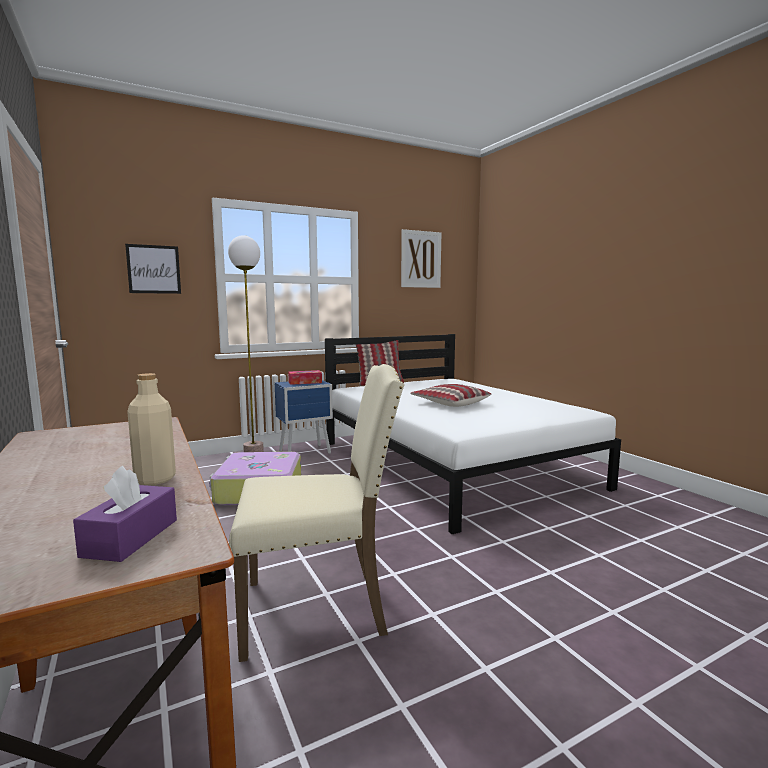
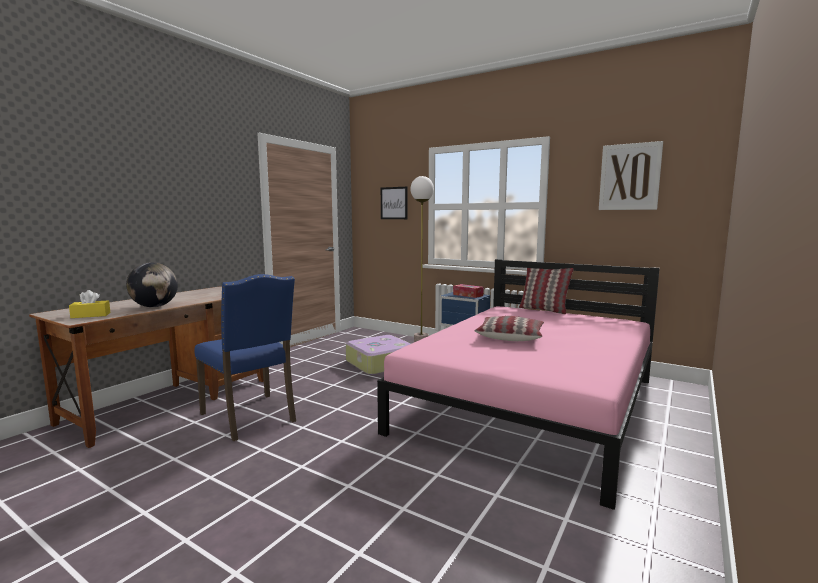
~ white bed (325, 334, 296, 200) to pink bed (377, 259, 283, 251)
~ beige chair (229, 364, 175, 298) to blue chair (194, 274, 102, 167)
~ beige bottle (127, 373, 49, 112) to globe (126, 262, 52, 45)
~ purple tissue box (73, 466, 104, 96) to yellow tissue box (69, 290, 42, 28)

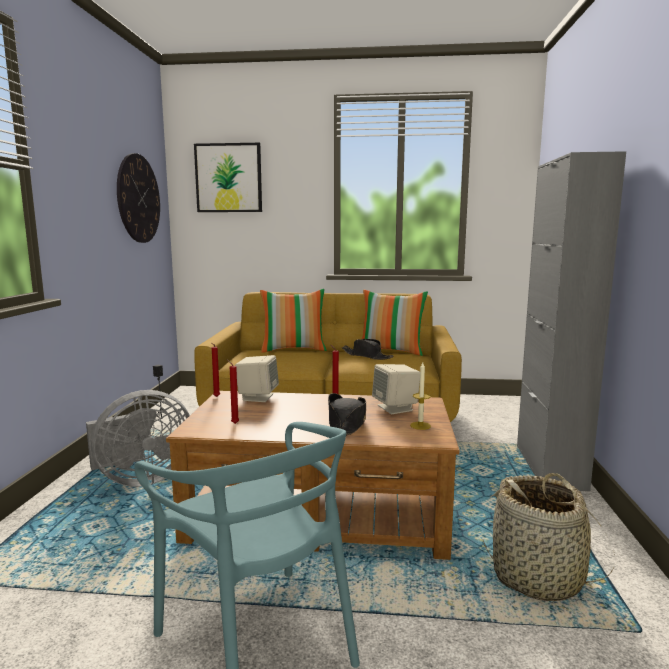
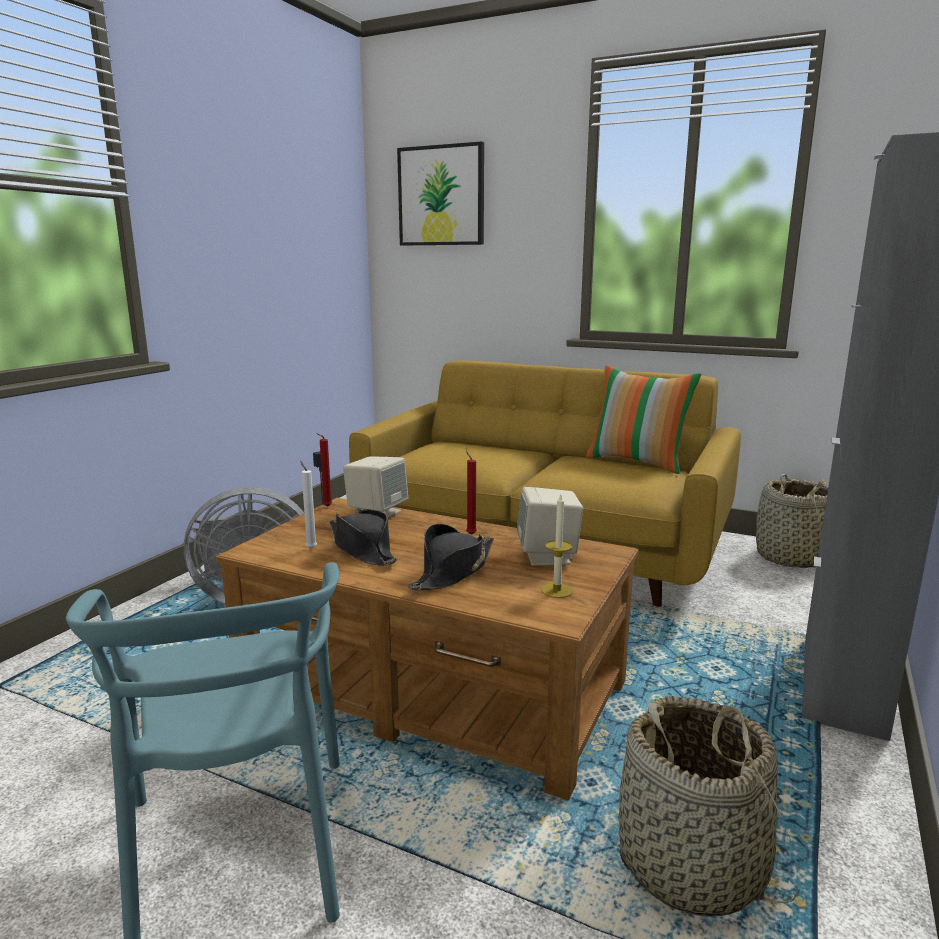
- wall clock (117, 153, 43, 90)
- pillow (260, 289, 66, 64)
~ black hat (342, 339, 51, 21) to (330, 509, 67, 57)
~ red candle (227, 359, 12, 65) to white candle (300, 461, 17, 88)
+ basket (756, 474, 72, 94)

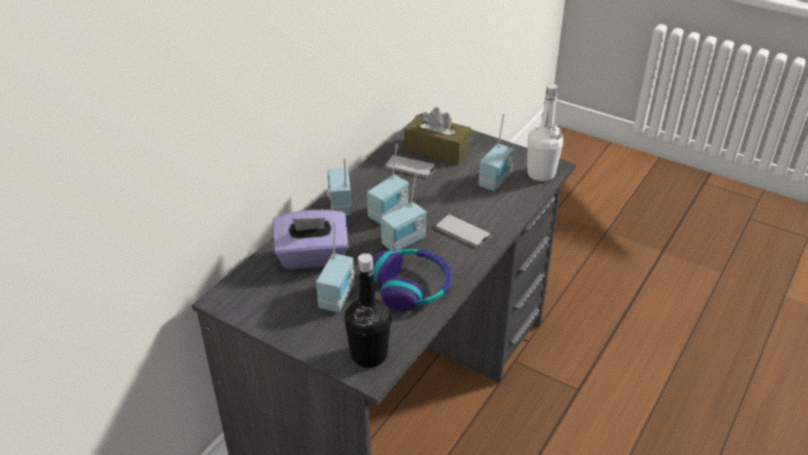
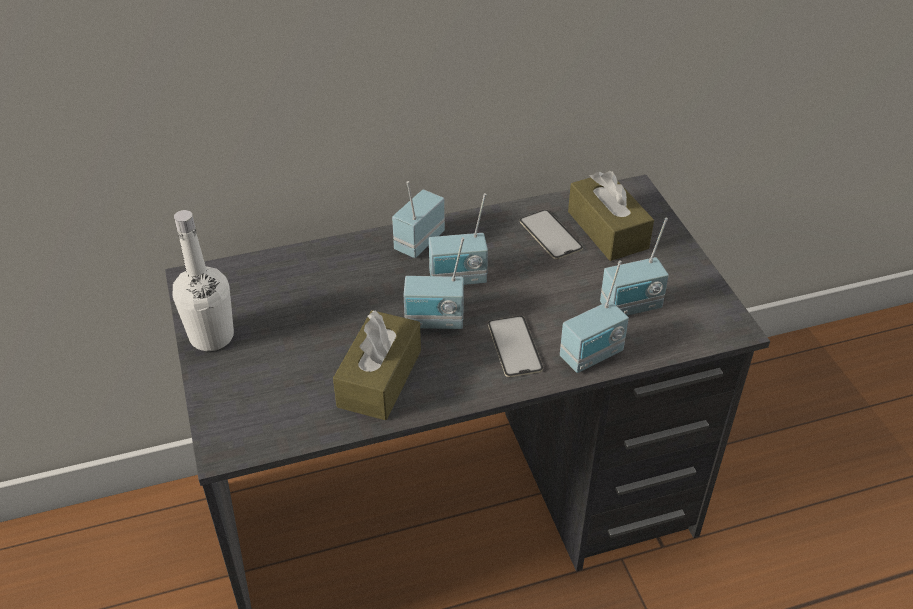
~ white bottle (527, 83, 36, 98) to (173, 210, 61, 141)
- purple tissue box (273, 210, 75, 59)
~ radio (316, 221, 39, 91) to (560, 260, 69, 113)
~ headphones (373, 249, 79, 62) to brown tissue box (333, 310, 88, 110)
- black bottle (345, 253, 46, 115)

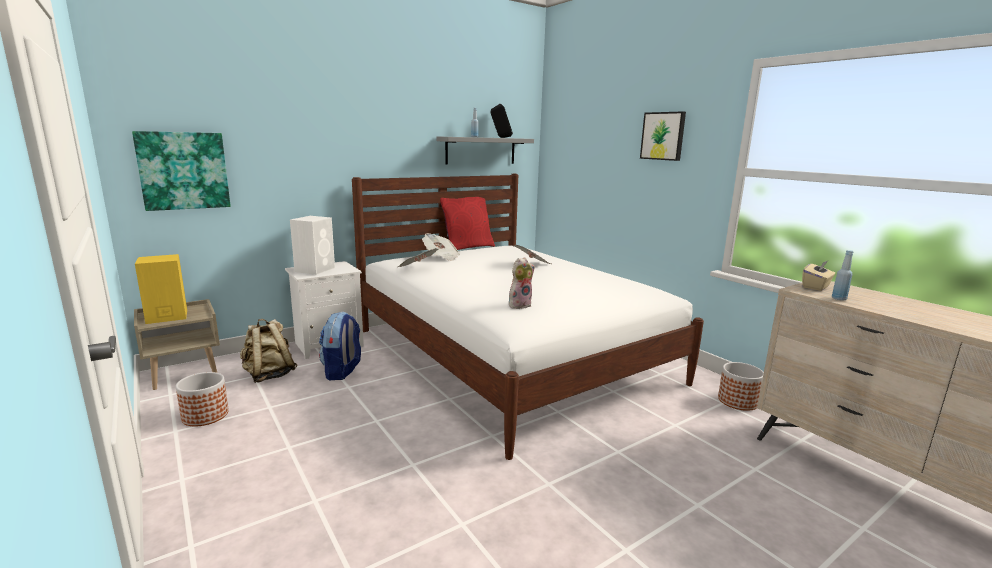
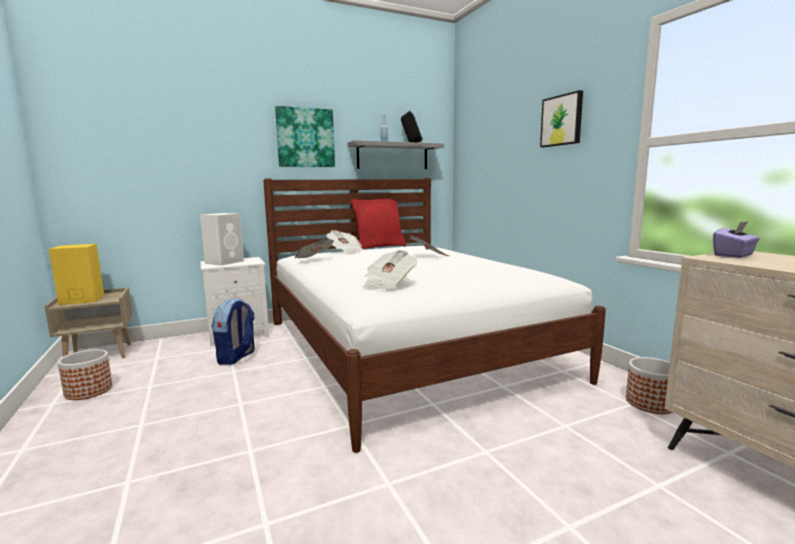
~ picture (132, 131, 99, 80) to (275, 106, 60, 61)
- blue bottle (832, 250, 21, 51)
~ plush toy (509, 257, 26, 53) to newspaper (362, 250, 55, 40)
~ beige tissue box (802, 260, 33, 31) to purple tissue box (713, 221, 47, 37)
- beige backpack (240, 319, 57, 64)

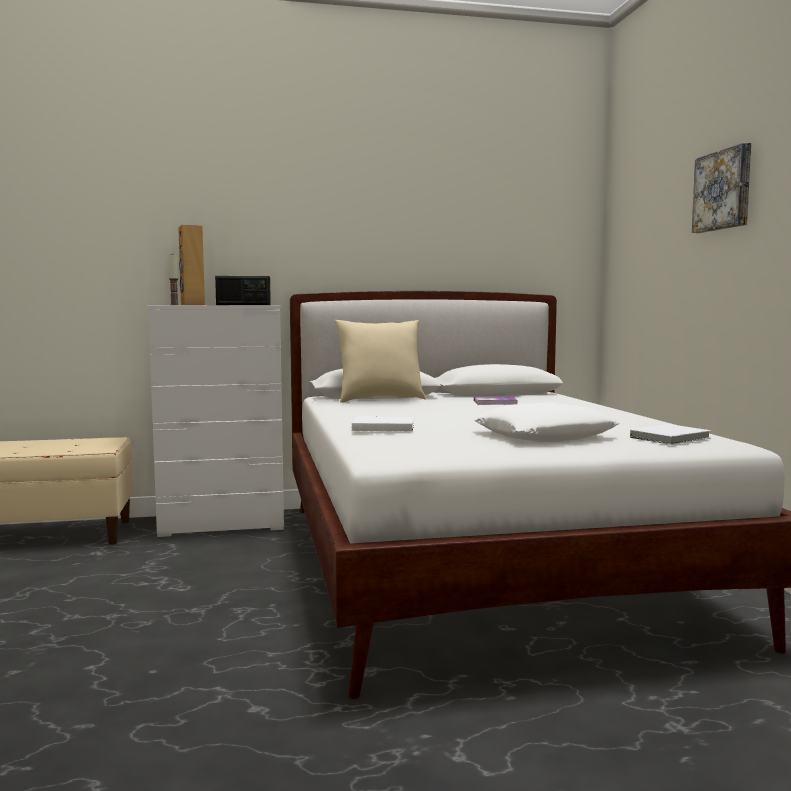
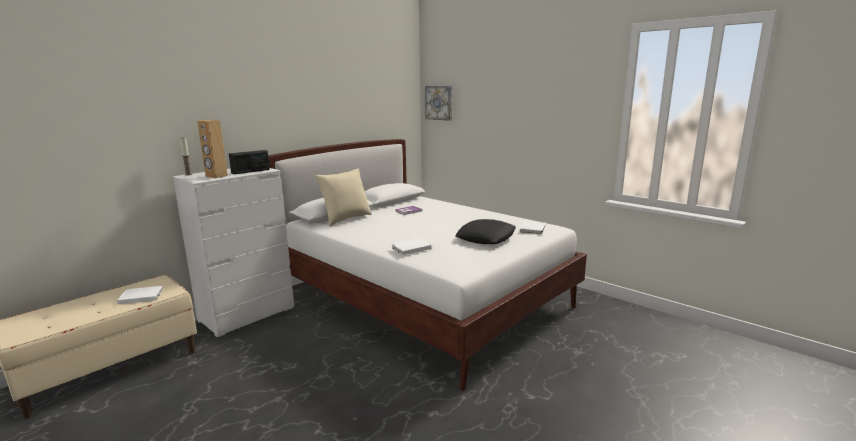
~ picture (692, 143, 59, 90) to (425, 86, 27, 35)
~ white pillow (473, 402, 146, 40) to black pillow (455, 219, 61, 25)
+ white book (117, 286, 47, 18)

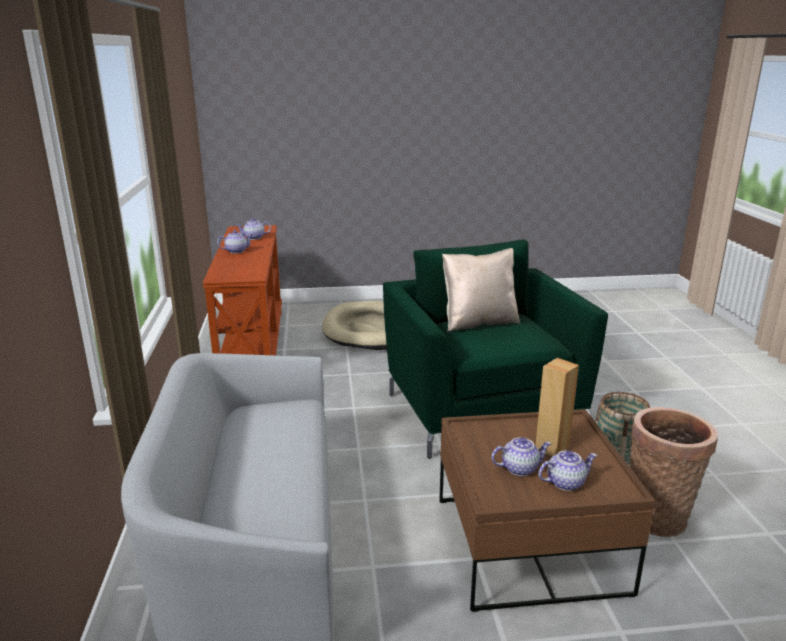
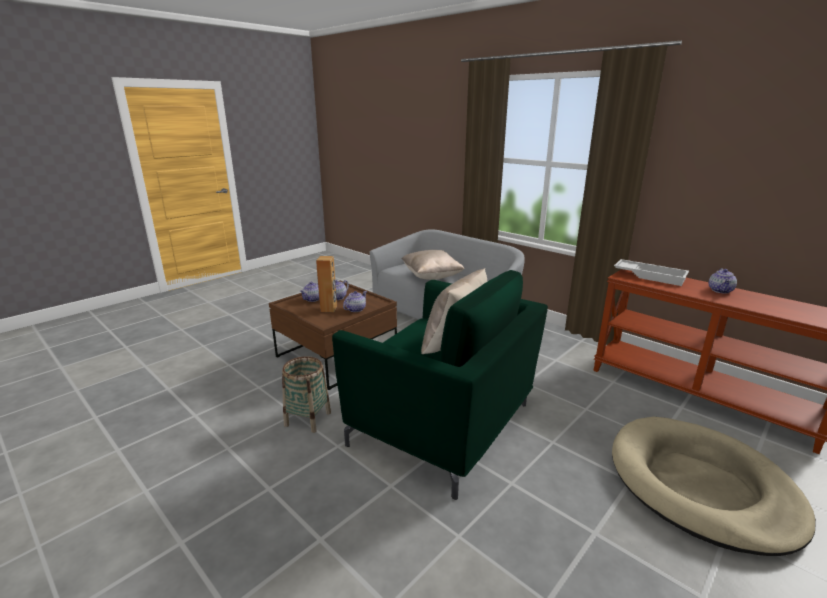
~ teapot (236, 218, 35, 22) to (343, 291, 24, 21)
- basket (629, 407, 89, 130)
+ beige pillow (402, 250, 62, 30)
+ white tray (614, 259, 75, 27)

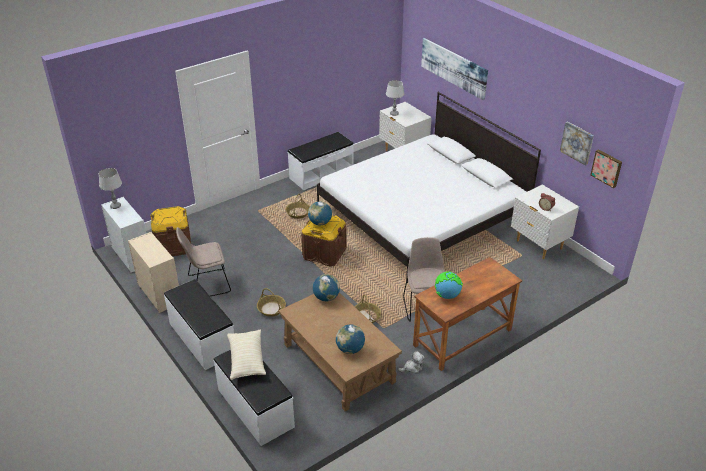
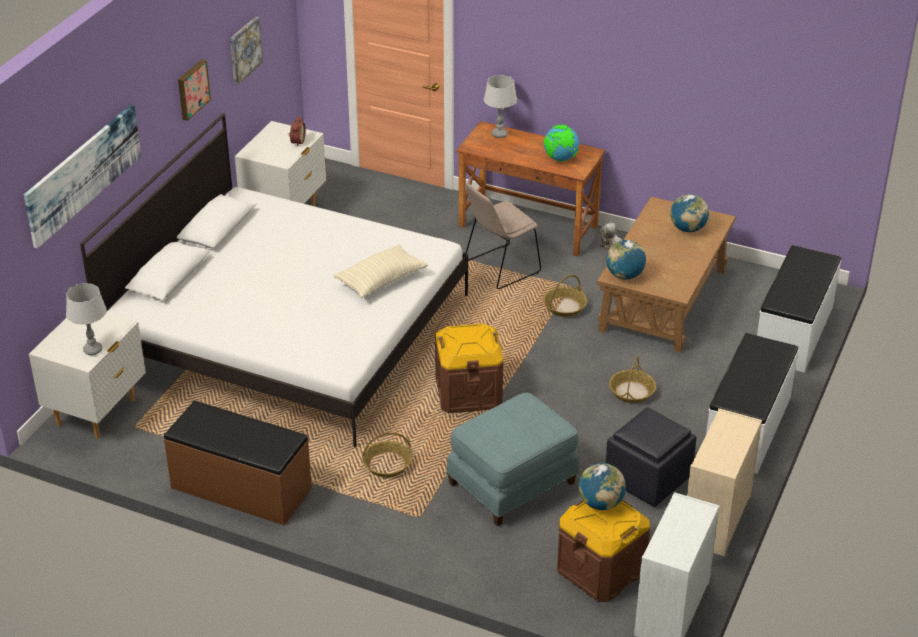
~ white bench (288, 132, 66, 58) to brown bench (164, 401, 148, 124)
~ picture (590, 149, 32, 39) to (178, 59, 33, 62)
~ grey table lamp (99, 168, 23, 41) to (484, 75, 33, 63)
~ globe (308, 202, 24, 23) to (579, 463, 47, 47)
~ beige chair (176, 227, 55, 69) to black ottoman (606, 407, 91, 100)
~ beige pillow (227, 330, 39, 50) to (333, 244, 95, 54)
+ blue ottoman (447, 392, 132, 134)

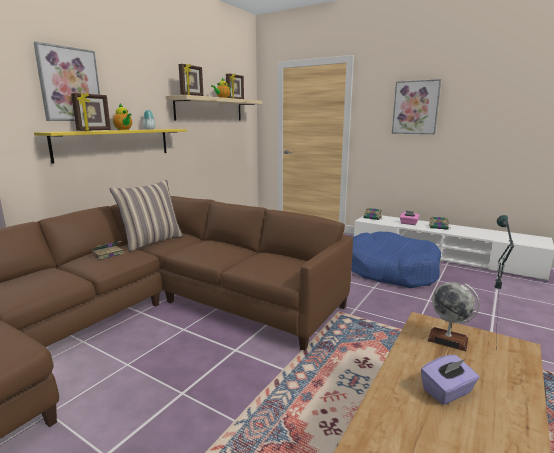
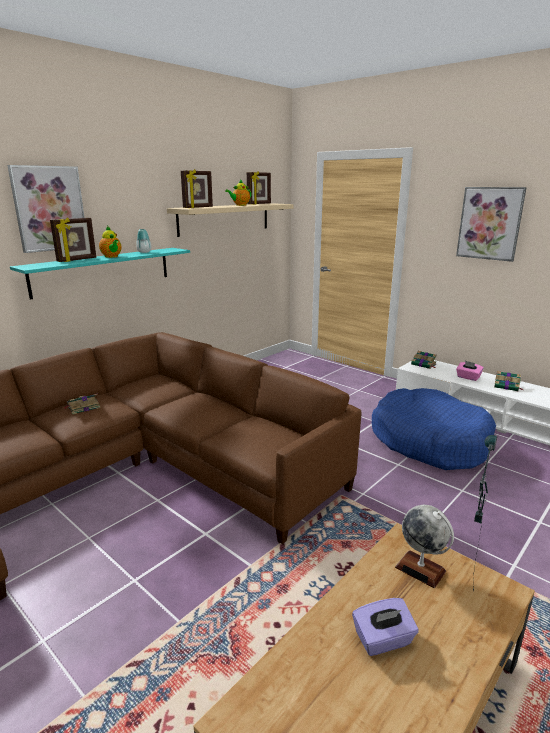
~ yellow shelf (34, 129, 153, 35) to turquoise shelf (10, 248, 180, 51)
- pillow (109, 180, 74, 72)

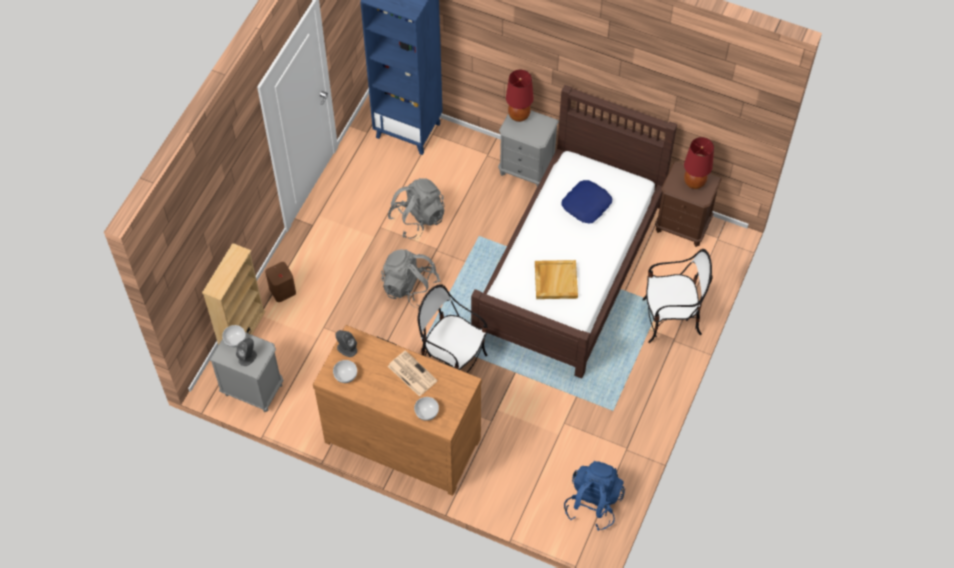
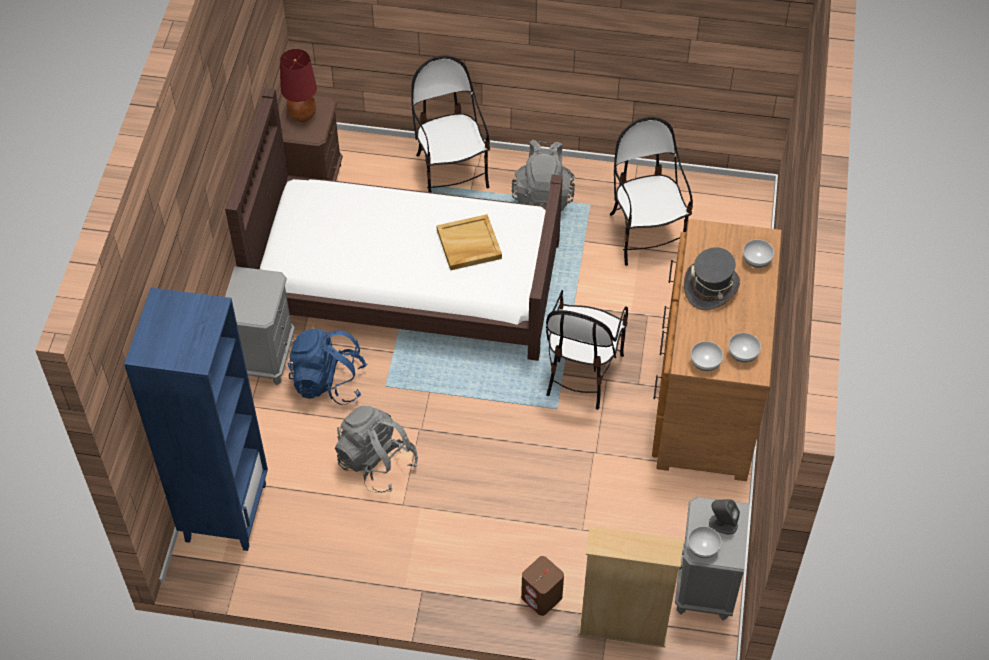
- red table lamp (506, 70, 27, 52)
- blue pillow (562, 180, 50, 44)
~ grey backpack (381, 249, 60, 58) to (512, 140, 63, 71)
~ grey speaker (335, 330, 22, 27) to bowl (691, 341, 32, 30)
~ newspaper (388, 350, 50, 47) to grey hat (684, 247, 56, 63)
~ blue backpack (564, 461, 61, 70) to (288, 329, 80, 76)
+ chair (610, 117, 83, 149)

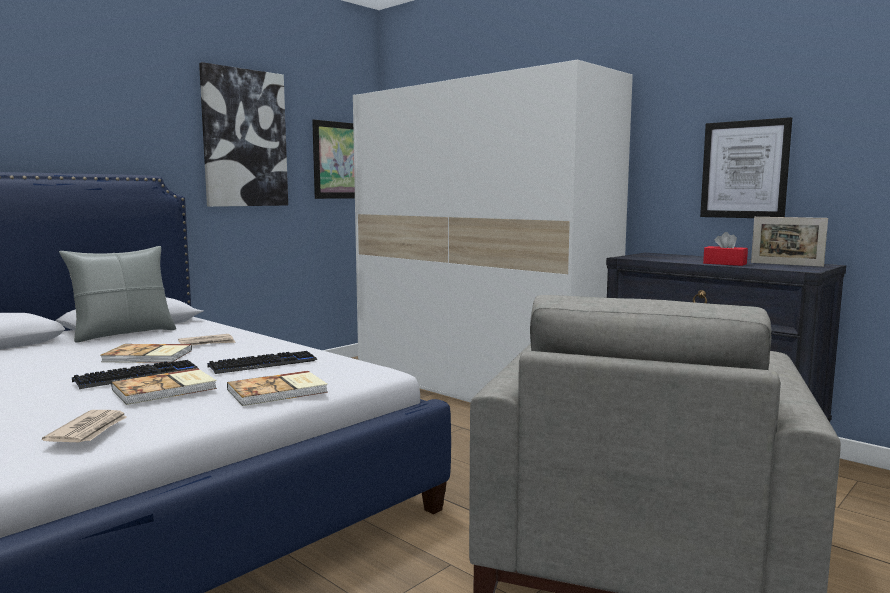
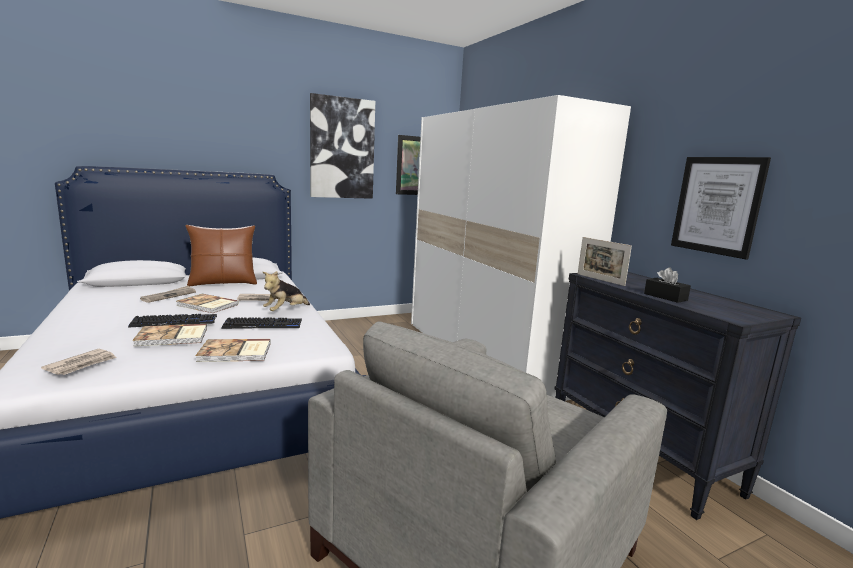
~ picture frame (751, 217, 77, 50) to (578, 237, 54, 49)
~ red tissue box (703, 232, 45, 34) to black tissue box (644, 267, 47, 36)
~ grey pillow (59, 246, 117, 97) to brown pillow (185, 225, 72, 61)
+ plush toy (263, 271, 47, 40)
+ newspaper (140, 286, 56, 17)

